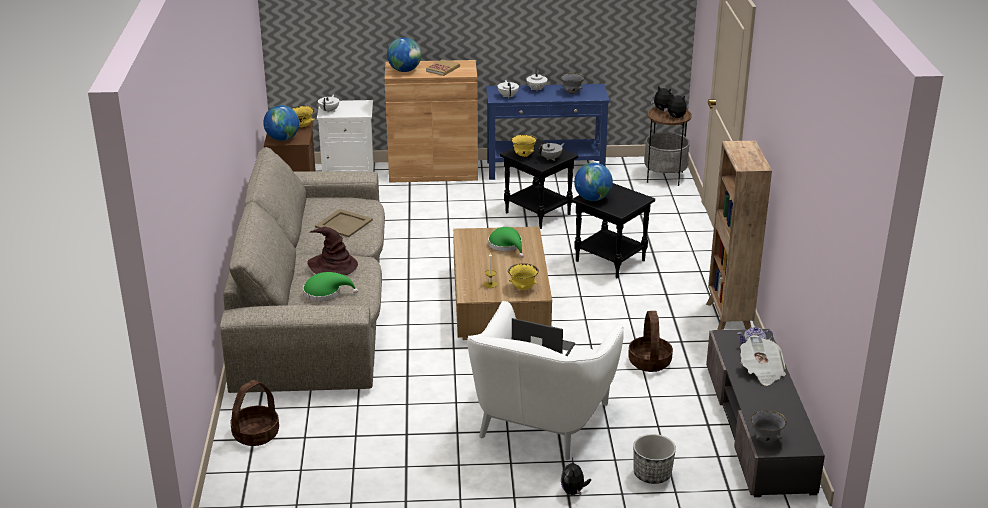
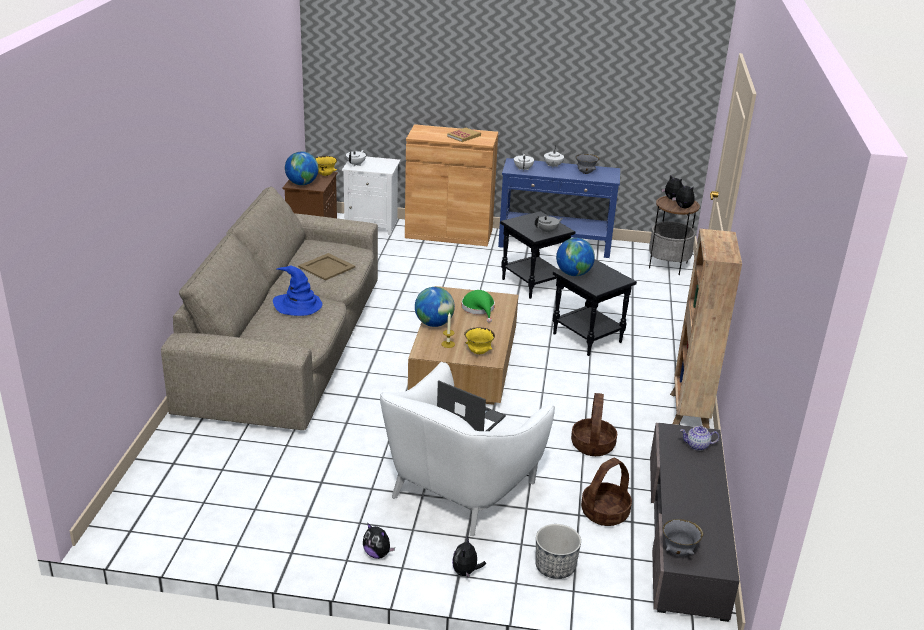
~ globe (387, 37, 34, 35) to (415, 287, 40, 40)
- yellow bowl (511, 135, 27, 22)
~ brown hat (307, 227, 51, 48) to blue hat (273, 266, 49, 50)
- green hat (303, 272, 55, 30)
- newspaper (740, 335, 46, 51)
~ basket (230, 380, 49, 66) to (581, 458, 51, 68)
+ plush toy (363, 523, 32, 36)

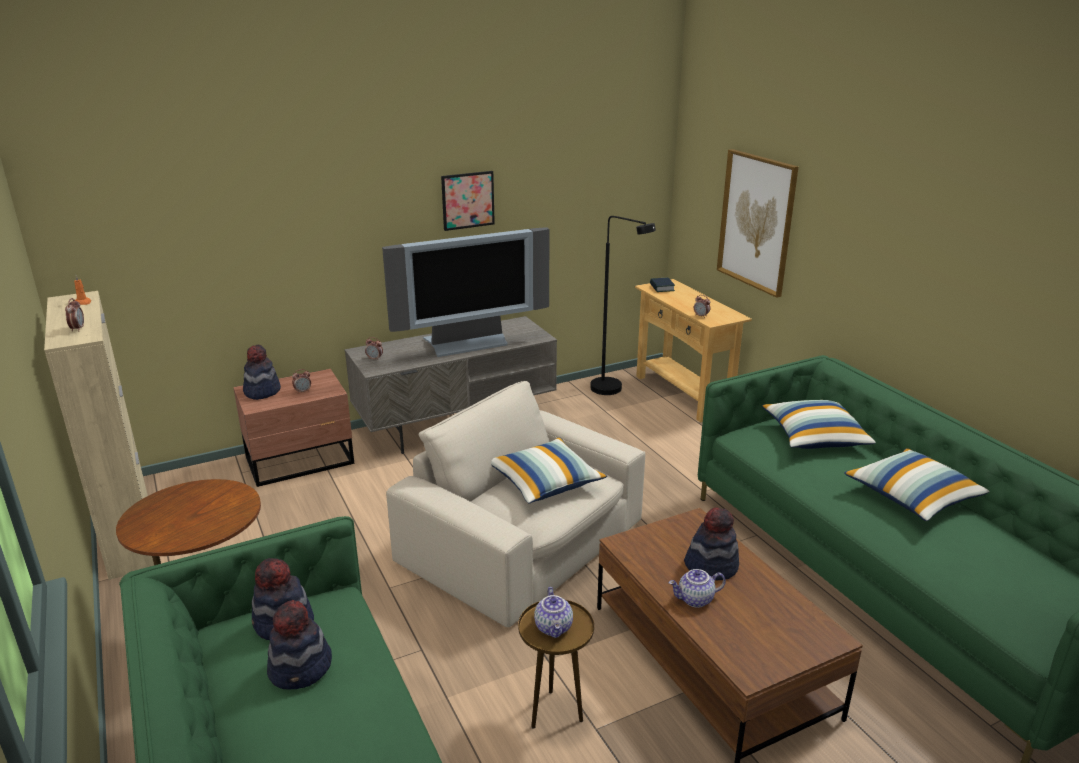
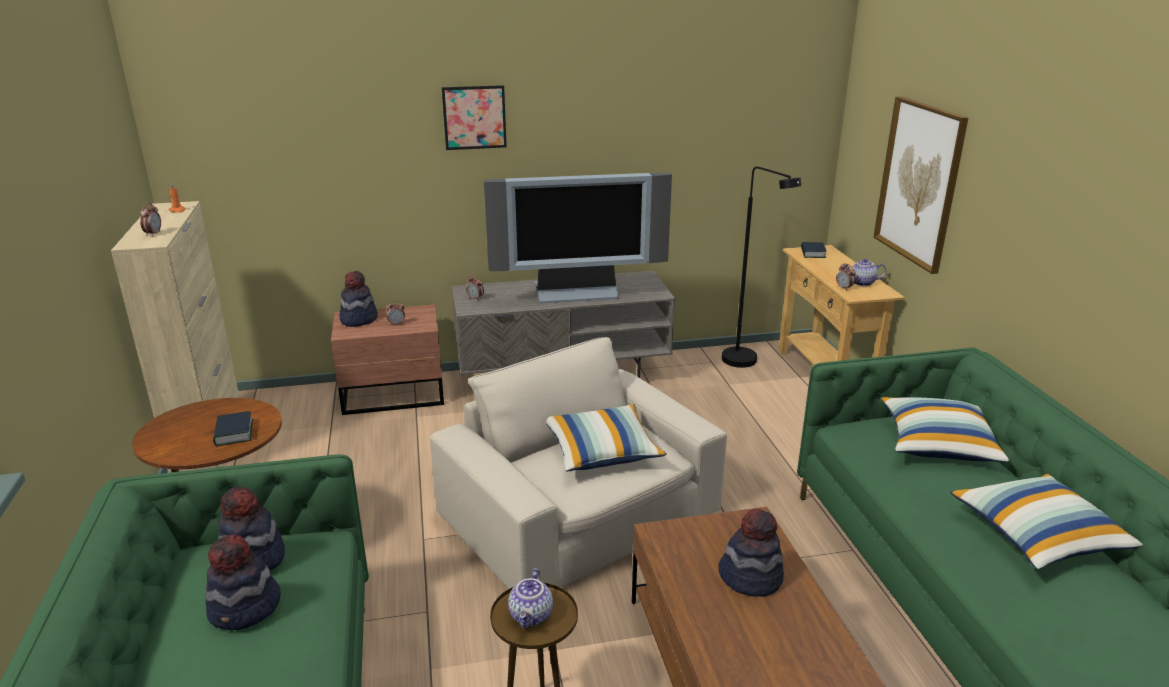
~ picture (441, 171, 54, 60) to (442, 85, 65, 65)
~ teapot (668, 569, 58, 39) to (843, 259, 43, 27)
+ book (213, 411, 40, 35)

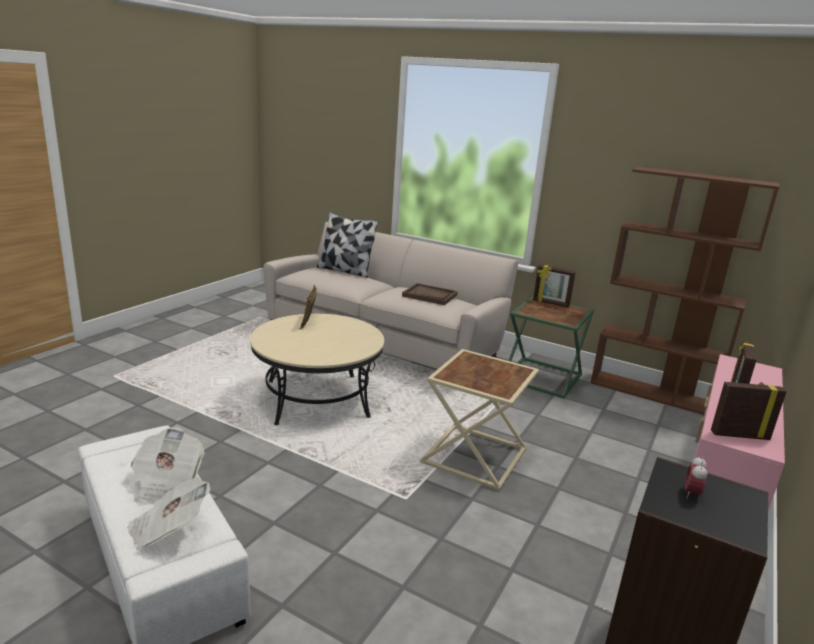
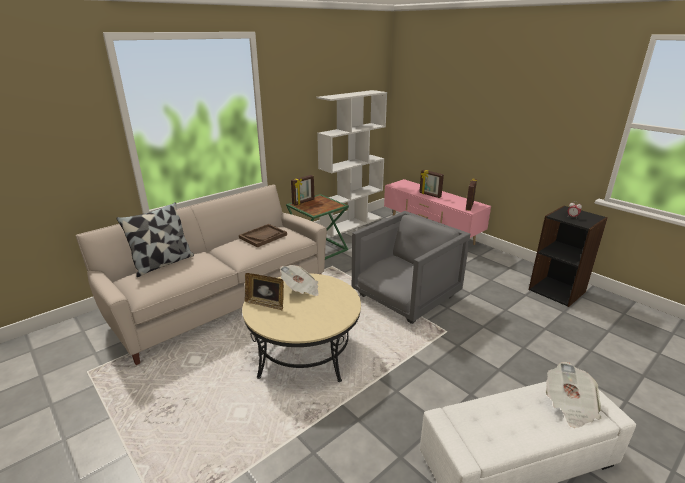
~ brown bookcase (590, 167, 189, 248) to white bookcase (316, 90, 71, 147)
~ beige side table (420, 349, 119, 141) to grey armchair (352, 211, 118, 113)
~ newspaper (131, 427, 74, 78) to (280, 265, 39, 31)

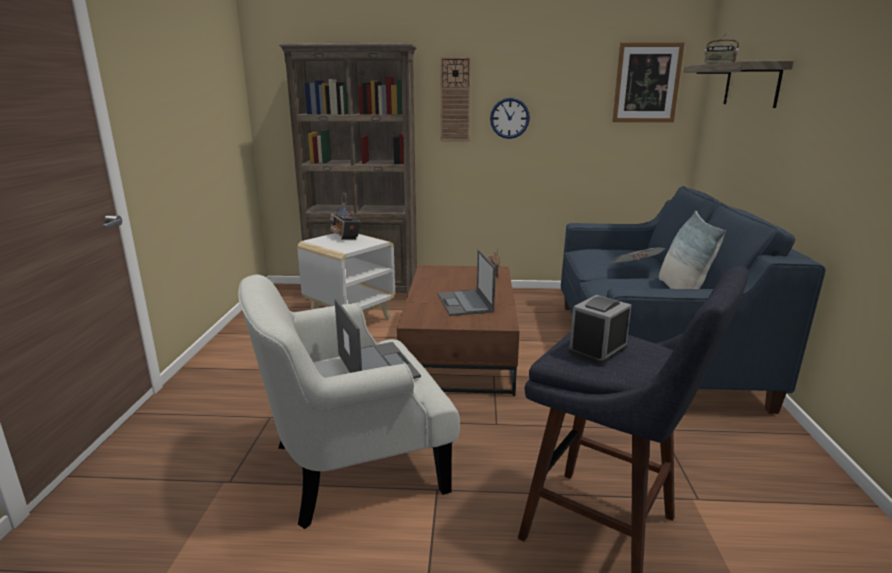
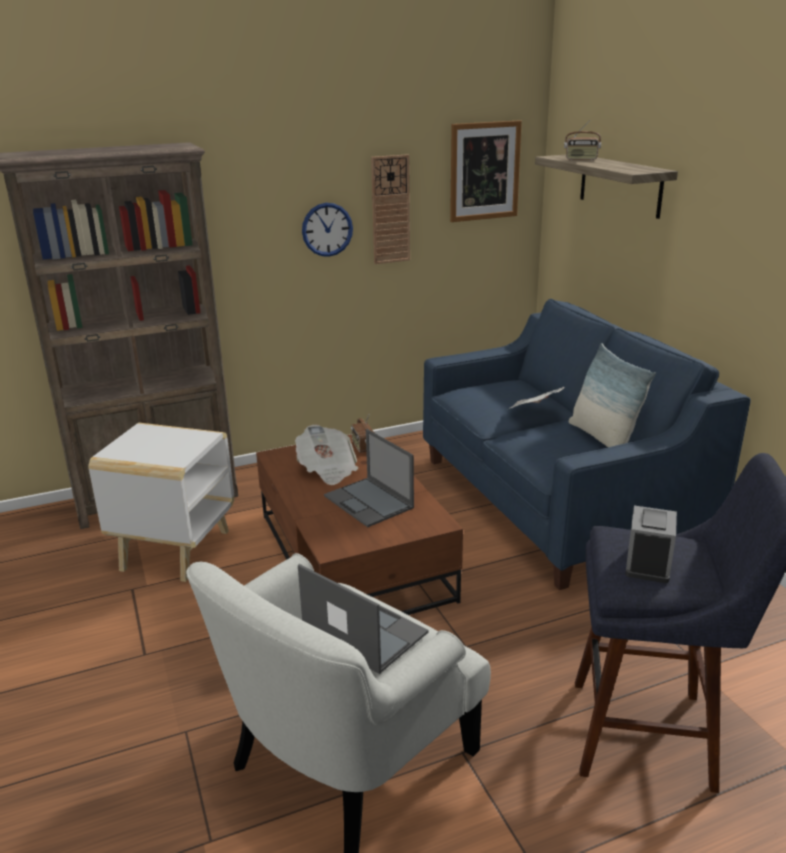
~ wall clock (440, 57, 31, 84) to (371, 154, 39, 110)
- radio (329, 192, 32, 47)
+ newspaper (295, 425, 63, 60)

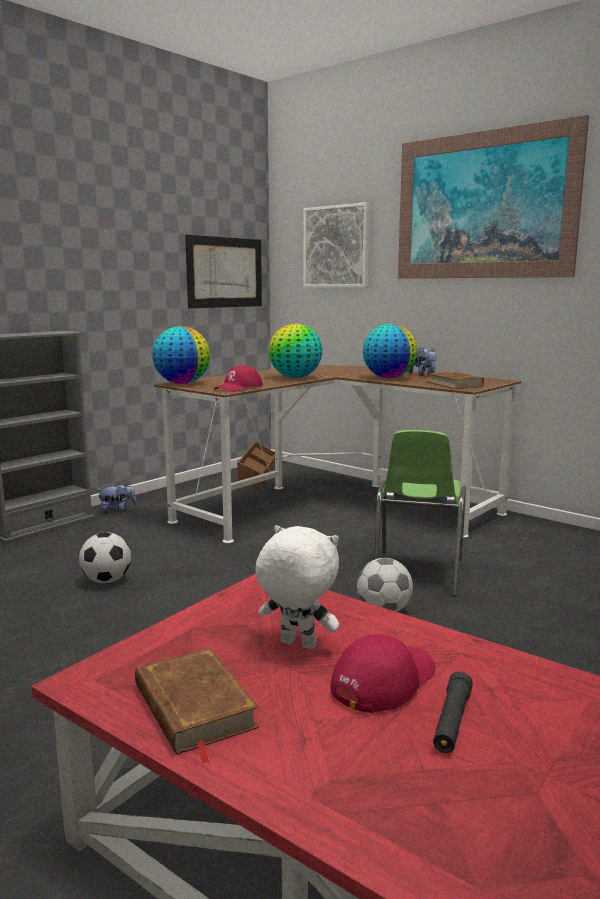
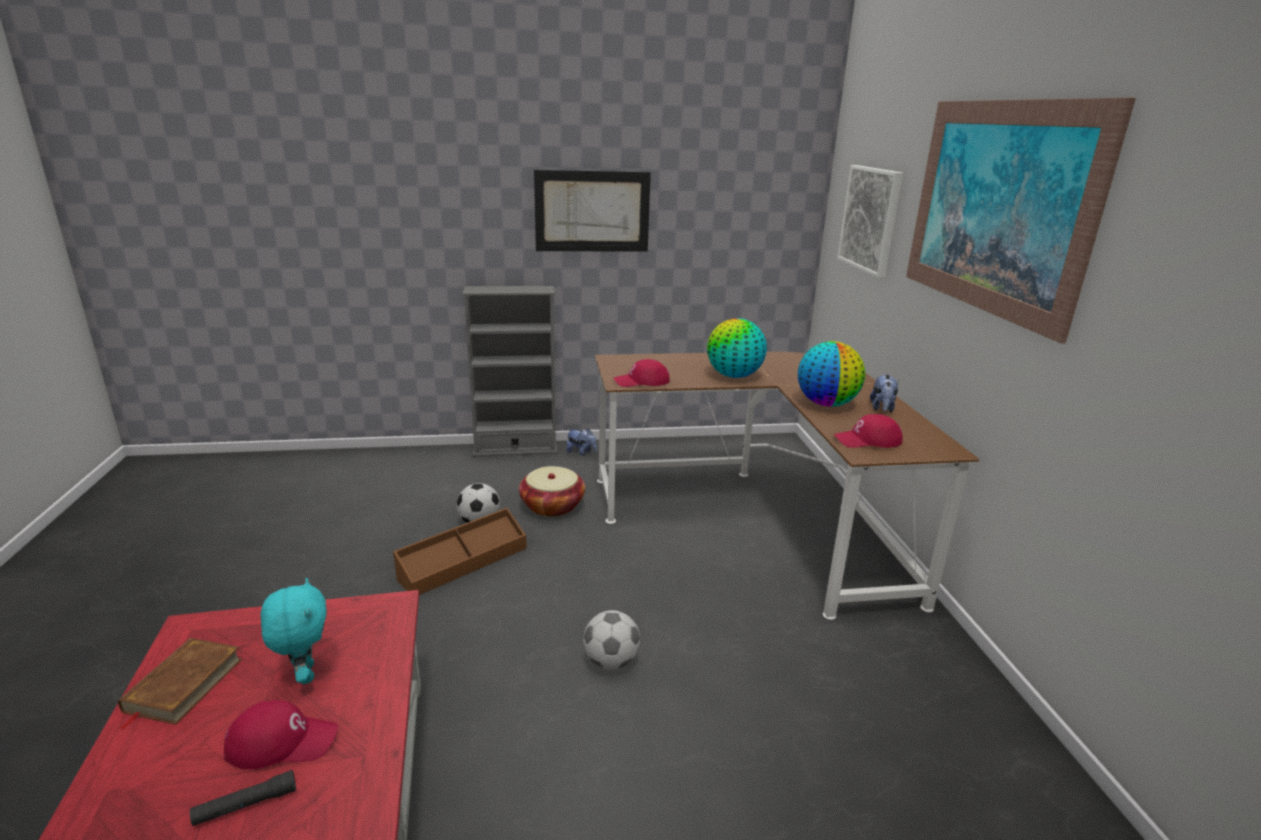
~ picture (185, 235, 77, 73) to (534, 170, 117, 82)
- globe (152, 326, 58, 58)
~ brown book (428, 372, 56, 17) to red cap (834, 414, 69, 34)
- green chair (374, 430, 92, 167)
~ brown storage box (237, 442, 38, 44) to (393, 508, 134, 87)
~ white plush toy (255, 525, 84, 124) to turquoise plush toy (260, 578, 67, 106)
+ basket (519, 466, 66, 51)

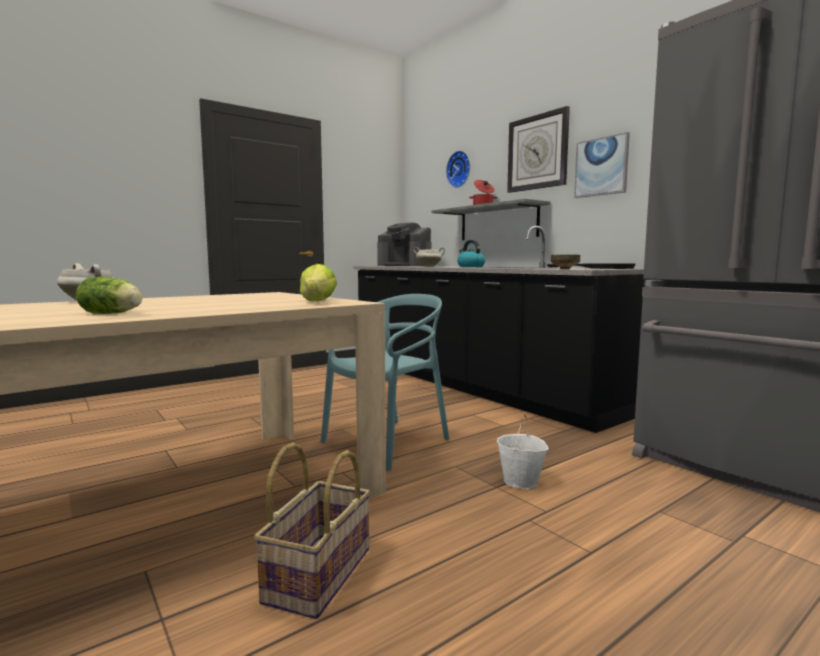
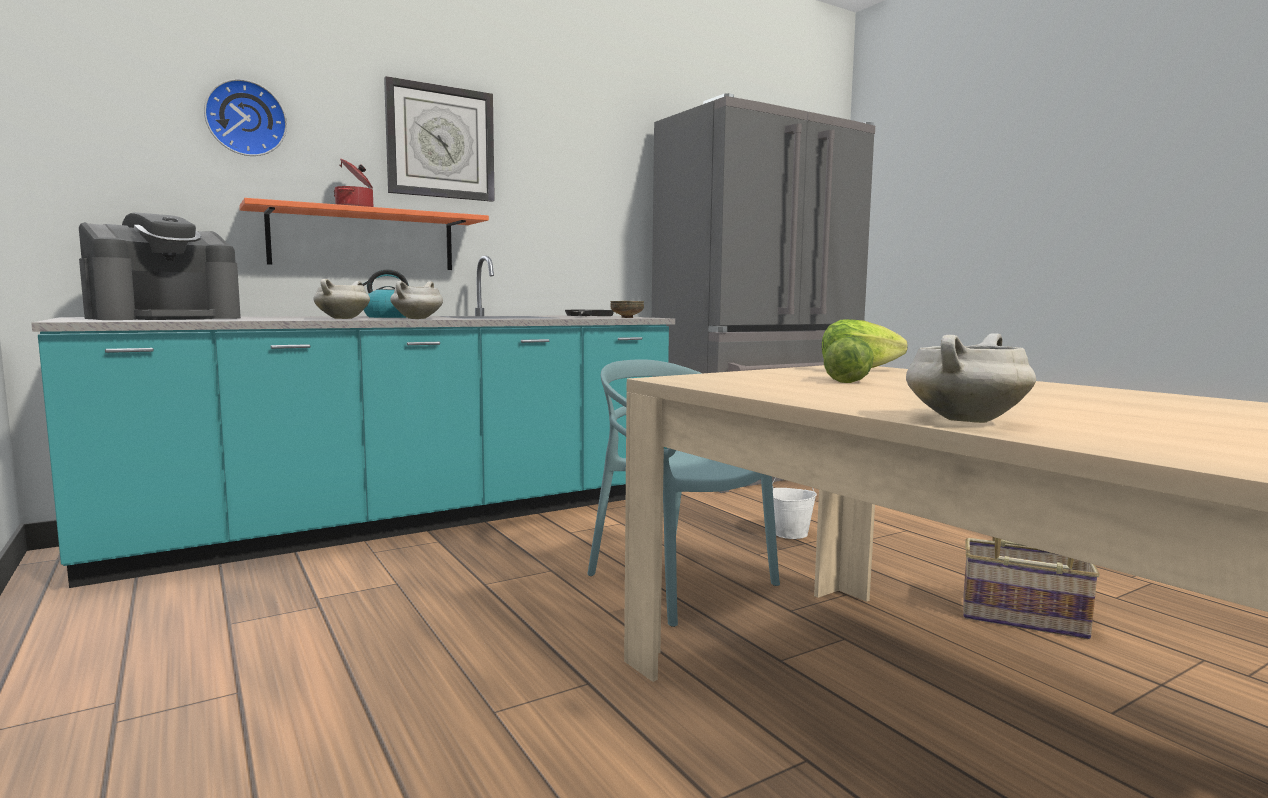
- picture (574, 132, 56, 66)
~ grey shelf (431, 199, 120, 41) to orange shelf (239, 198, 250, 72)
~ black counter (354, 226, 298, 207) to turquoise counter (31, 256, 644, 332)
~ lettuce (76, 277, 67, 37) to (824, 337, 50, 46)
+ white cooking pot (390, 281, 53, 38)

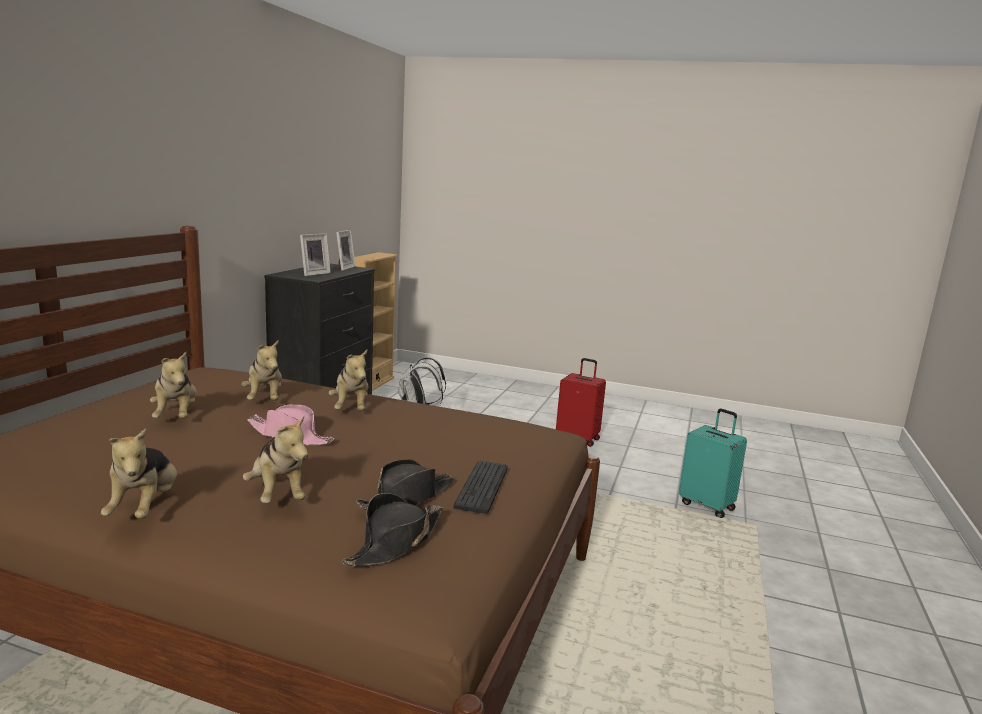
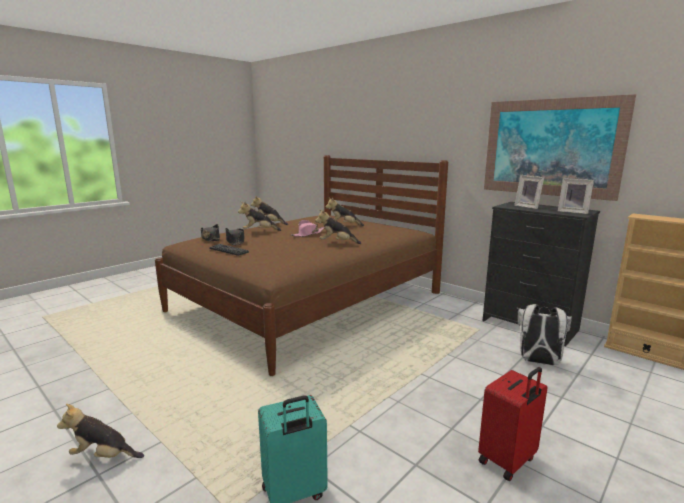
~ plush toy (241, 339, 41, 61) to (57, 404, 87, 54)
+ picture (484, 94, 152, 107)

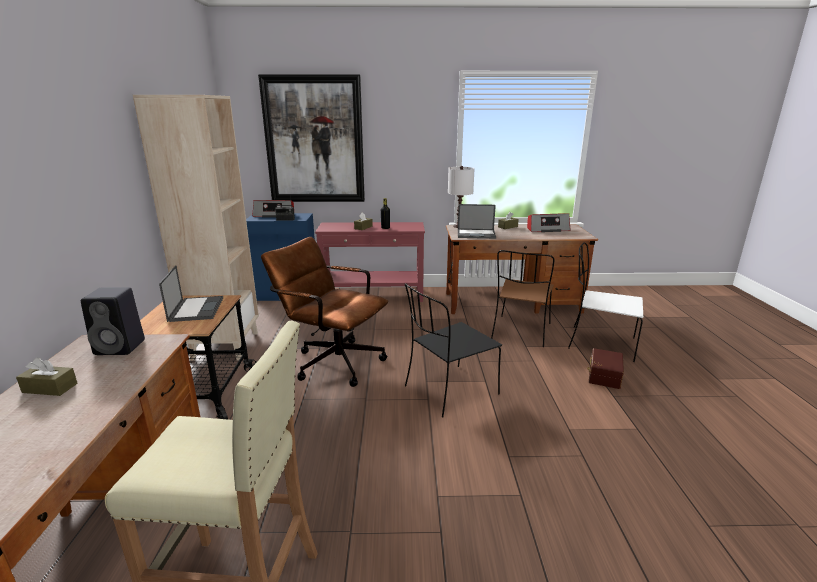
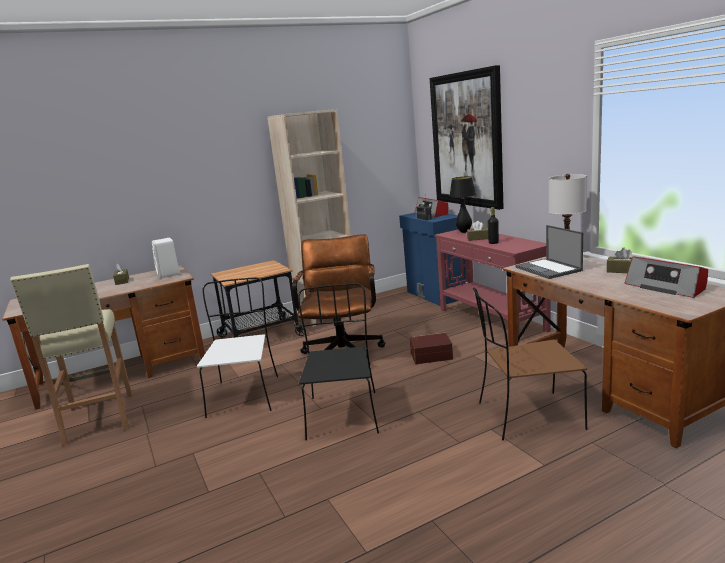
~ white chair (568, 242, 75, 120) to (197, 277, 81, 141)
- laptop (159, 265, 64, 57)
~ black chair (405, 283, 97, 135) = (298, 283, 81, 157) 60 degrees clockwise
~ black speaker (81, 287, 64, 68) to white speaker (152, 238, 28, 40)
~ brown storage box (587, 348, 37, 41) to (410, 333, 43, 31)
+ black table lamp (449, 176, 27, 57)

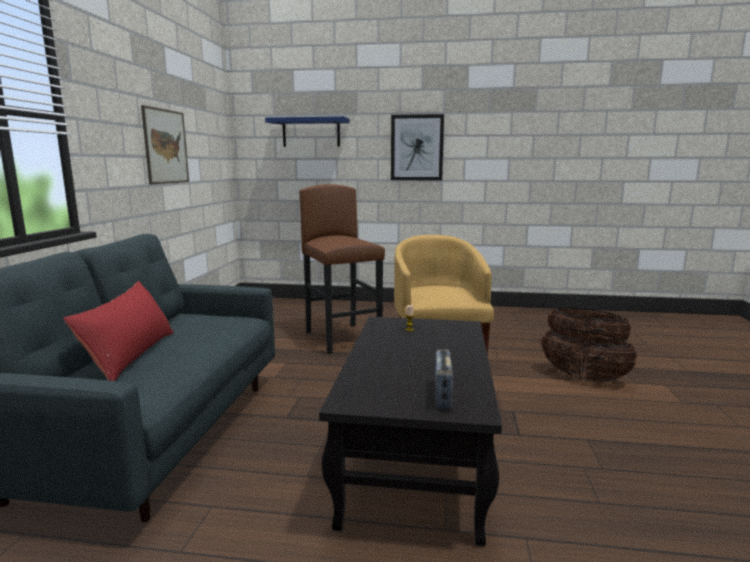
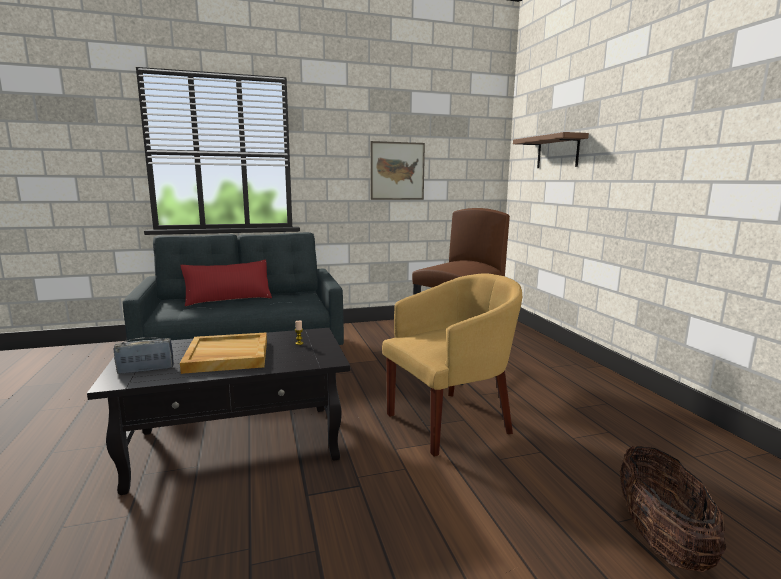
- picture (391, 114, 53, 66)
~ blue shelf (265, 116, 84, 31) to brown shelf (513, 132, 76, 36)
- basket (541, 329, 97, 52)
+ beige tray (180, 332, 87, 42)

